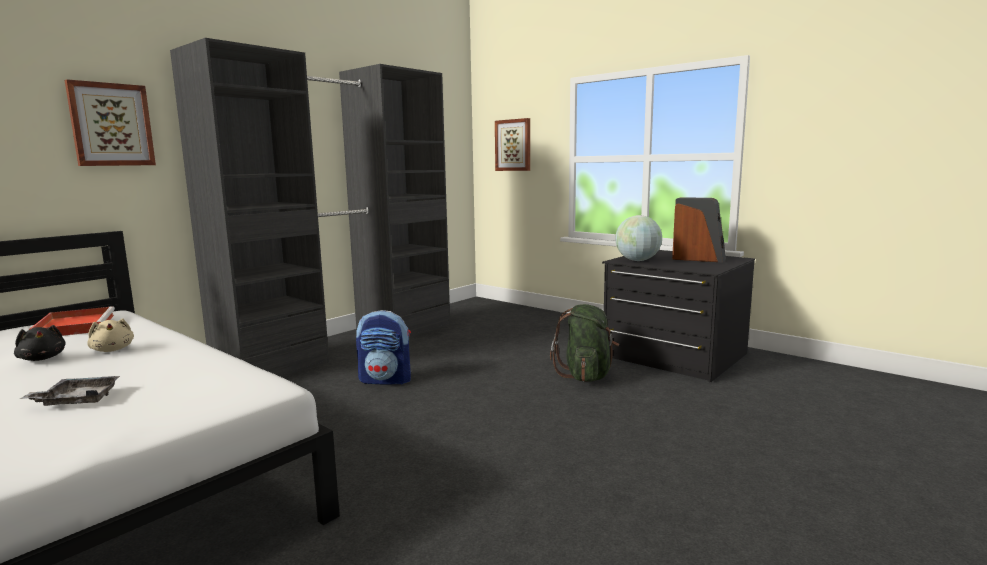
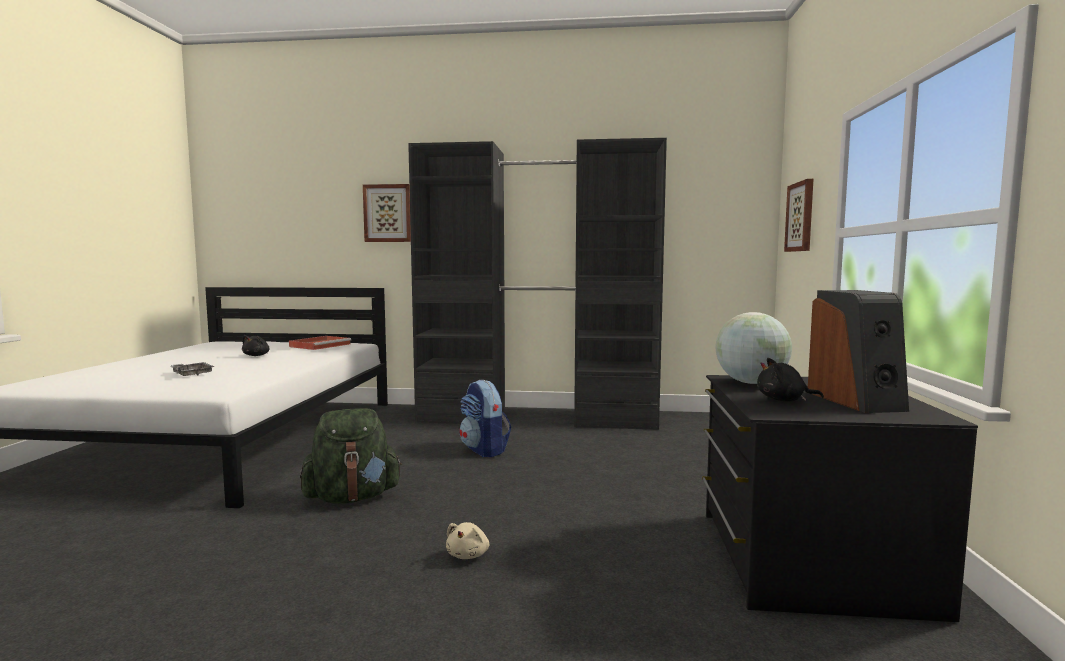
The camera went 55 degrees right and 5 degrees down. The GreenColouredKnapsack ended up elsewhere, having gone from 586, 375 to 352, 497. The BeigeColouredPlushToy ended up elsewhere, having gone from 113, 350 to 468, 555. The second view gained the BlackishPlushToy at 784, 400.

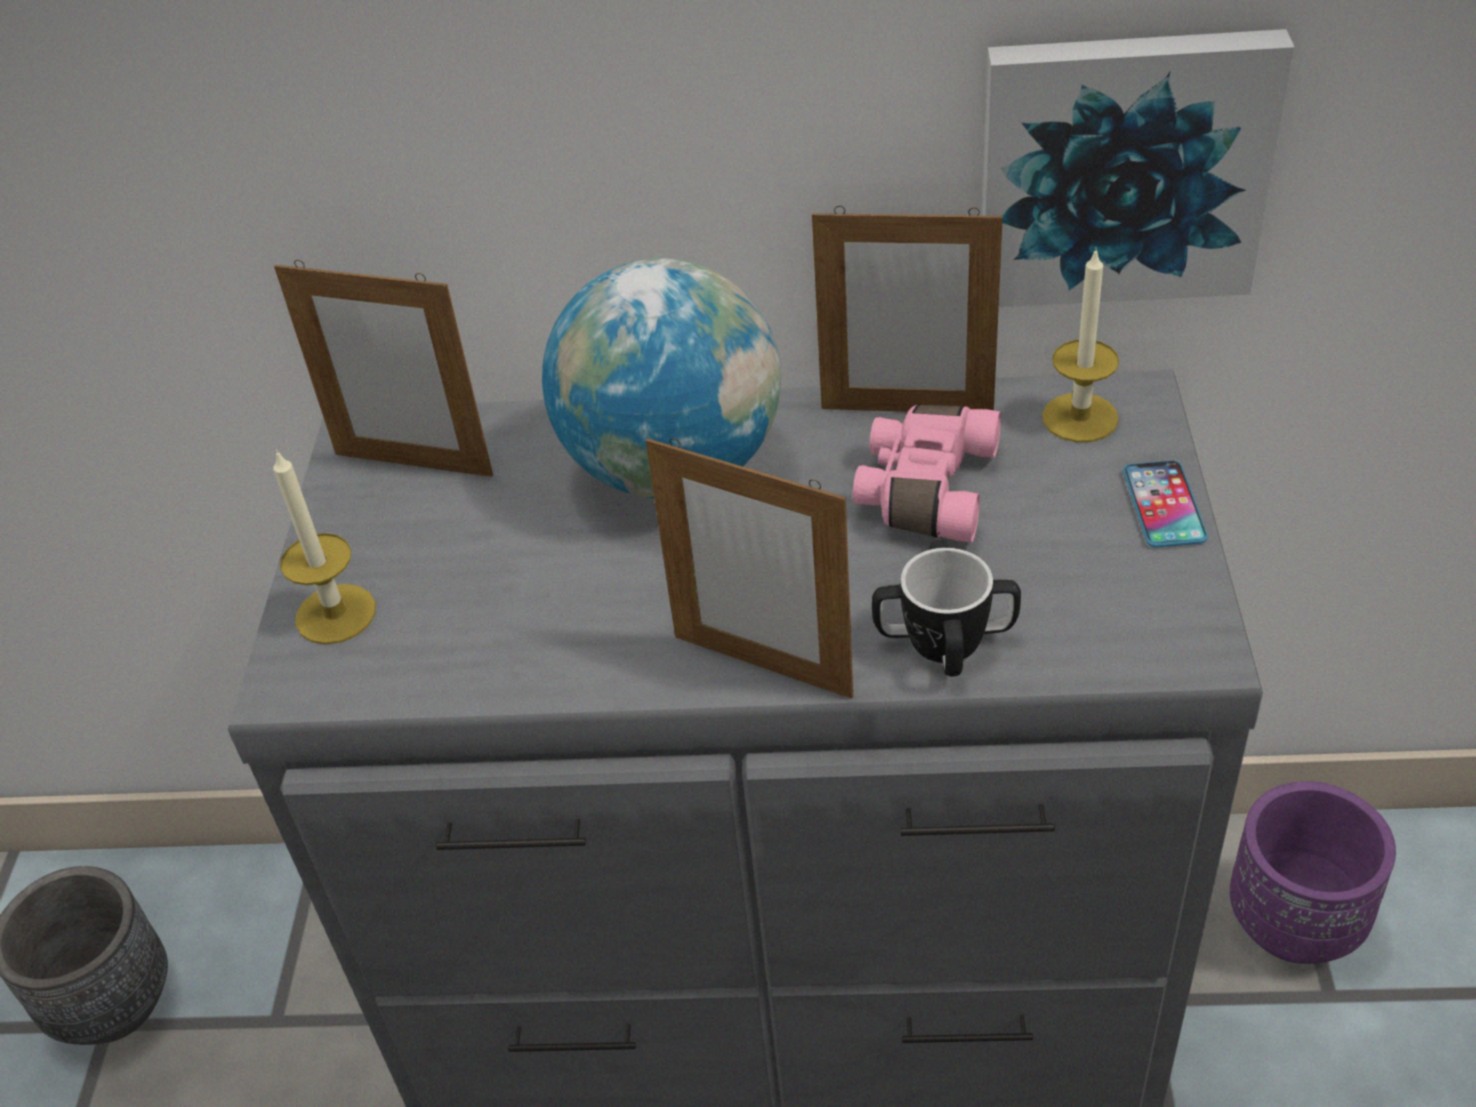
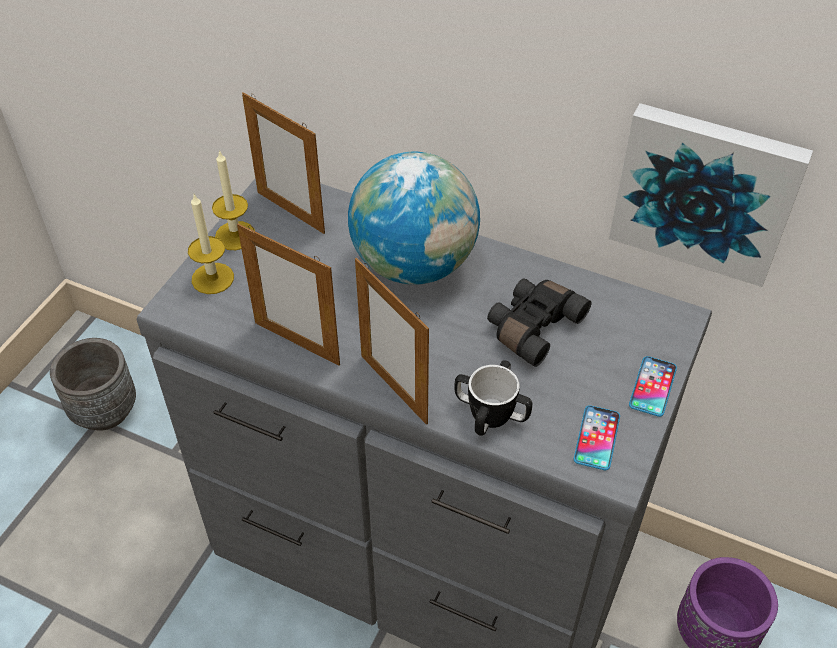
The camera went 20 degrees right and 5 degrees up. The StandingFrame ended up elsewhere, having gone from 907, 410 to 297, 343. The WaxLight ended up elsewhere, having gone from 1080, 418 to 235, 235. What was the PinkishPairOfBinoculars at 923, 489 turned into the BlackishPairOfBinoculars at 532, 326. The second view gained the Telephone at 596, 438.

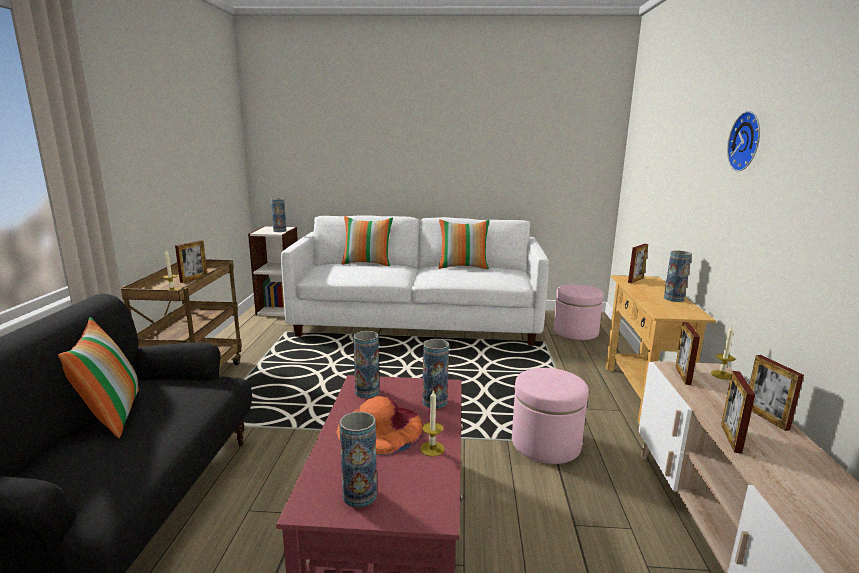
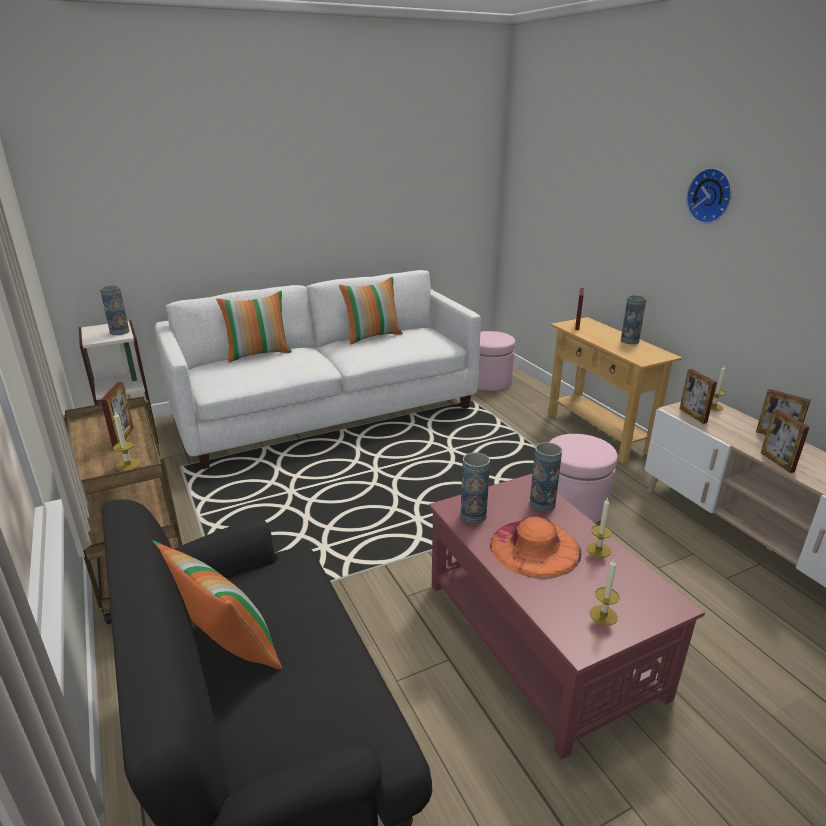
The camera went 30 degrees left and 10 degrees up. Where the DecorativeVase stood at 360, 495, the WaxLight came to stand at 603, 615.

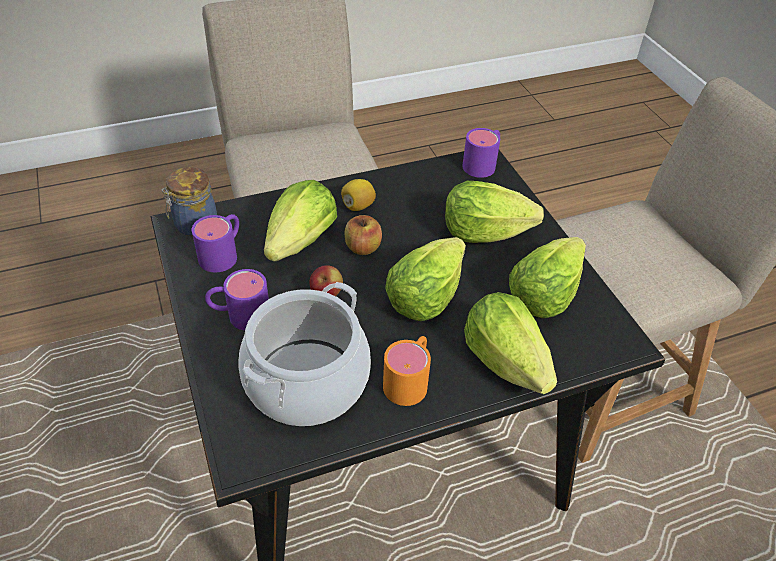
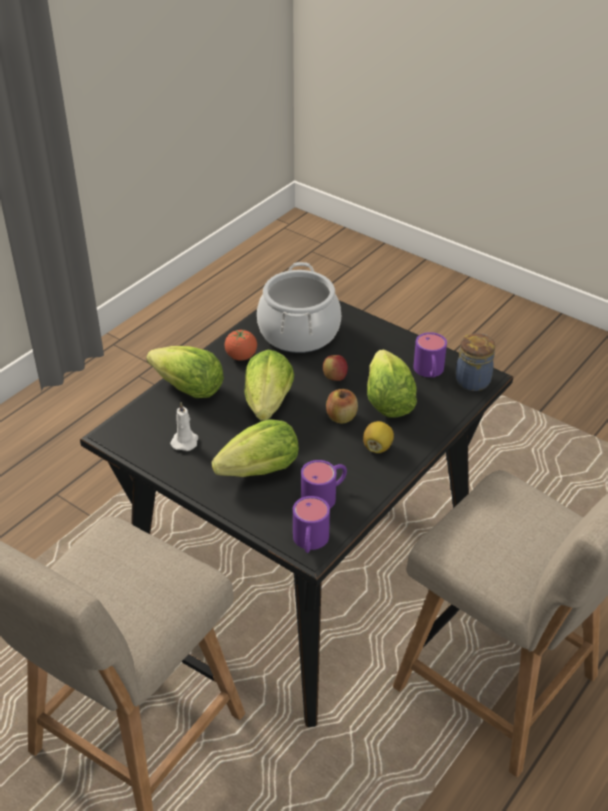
The camera went 150 degrees right and 5 degrees down. Where the Lettuce stood at 543, 295, the WhitishWaxLight came to stand at 185, 441. The PurpleTeaMug ended up elsewhere, having gone from 239, 315 to 325, 495. Where the OrangeTeaMug stood at 409, 379, the FreshTomato came to stand at 241, 356.

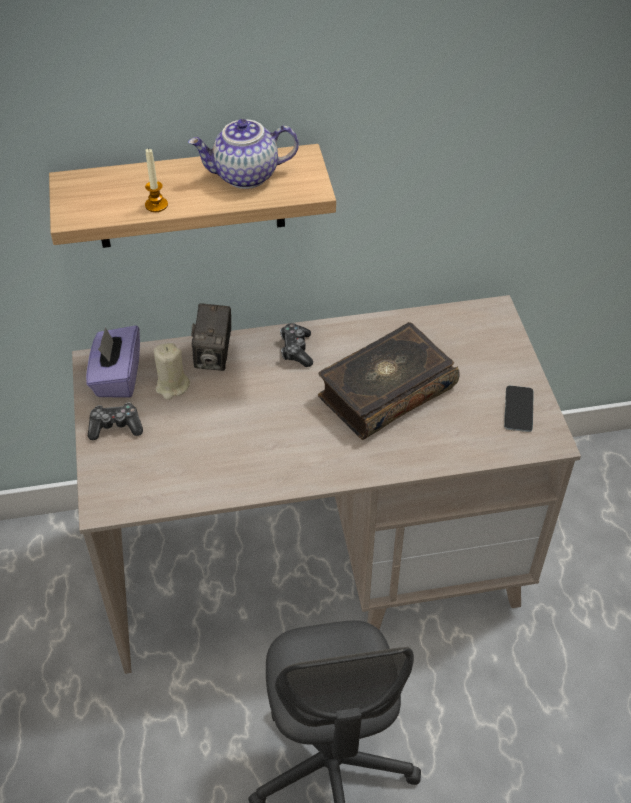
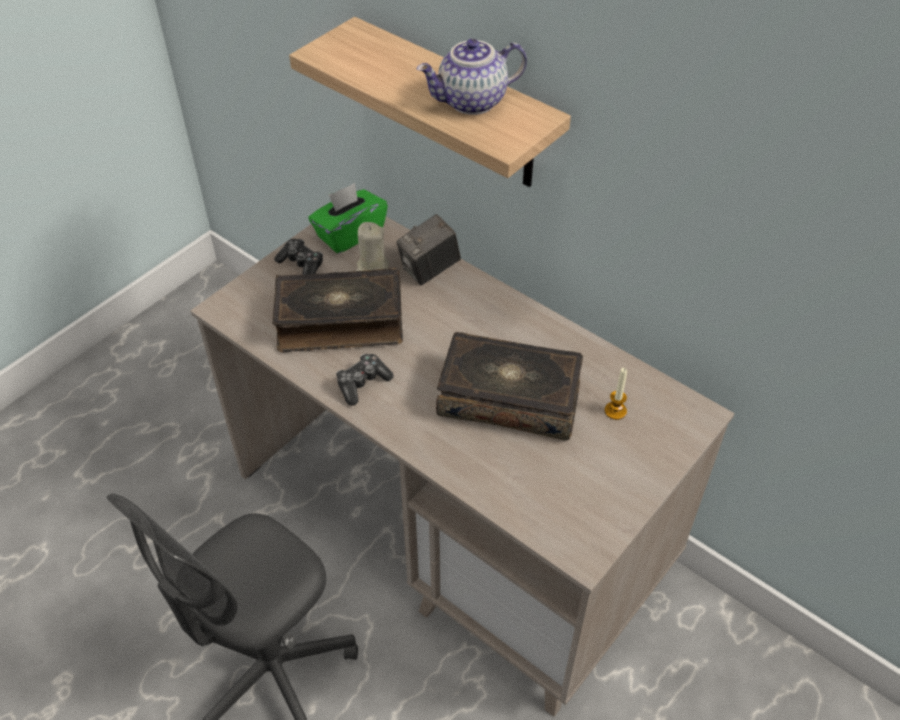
The camera went 50 degrees right and 0 degrees up. The PotForTea at 245, 176 ended up facing another way, 60 degrees counterclockwise from before. The WaxLight ended up elsewhere, having gone from 156, 205 to 615, 411. The Gamepad ended up elsewhere, having gone from 296, 350 to 362, 383. What was the PurpleTissueHolder at 117, 377 turned into the GreenColouredTissueHolder at 349, 234. The second view lost the Telephone at 518, 409. The second view gained the Book at 340, 321.

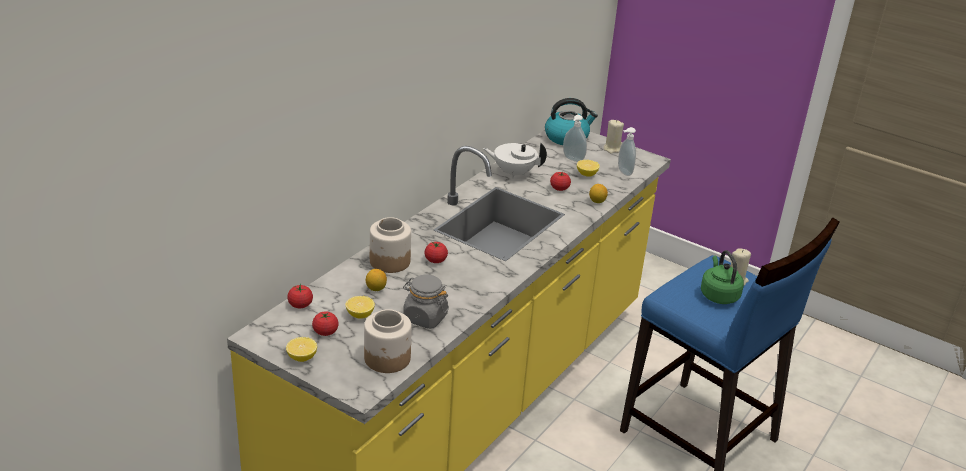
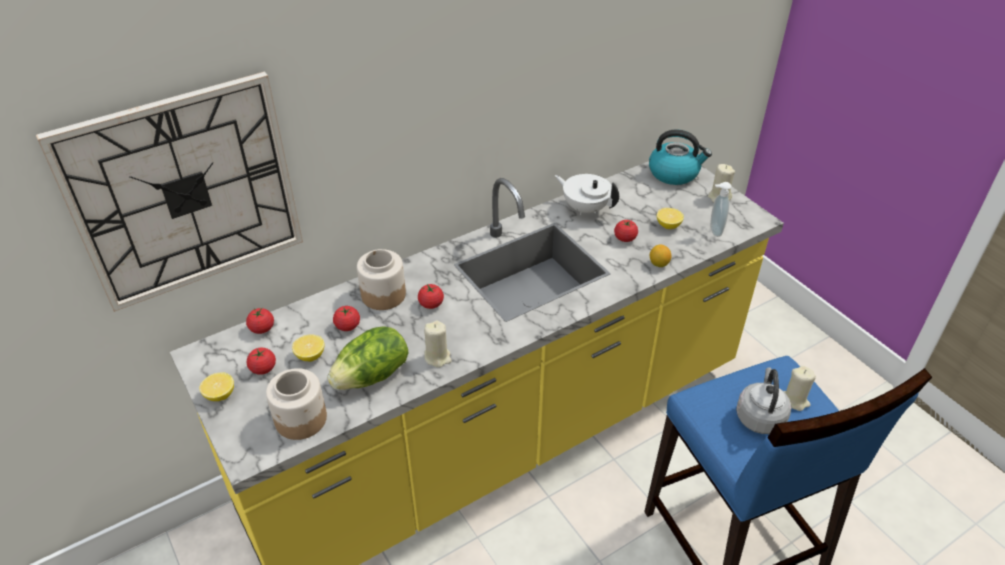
The camera went 25 degrees right and 10 degrees up. The second view lost the SoapBottle at 572, 159. What was the GreenColouredWaterKettle at 718, 295 turned into the GreyWaterKettle at 760, 416. Where the CitrusFruit stood at 376, 288, the FreshTomato came to stand at 347, 326. Where the GreyJar stood at 425, 317, the Lettuce came to stand at 373, 376. The second view gained the ClockOnTheWall at 185, 193. The second view gained the BeigeColouredWaxLight at 437, 357.

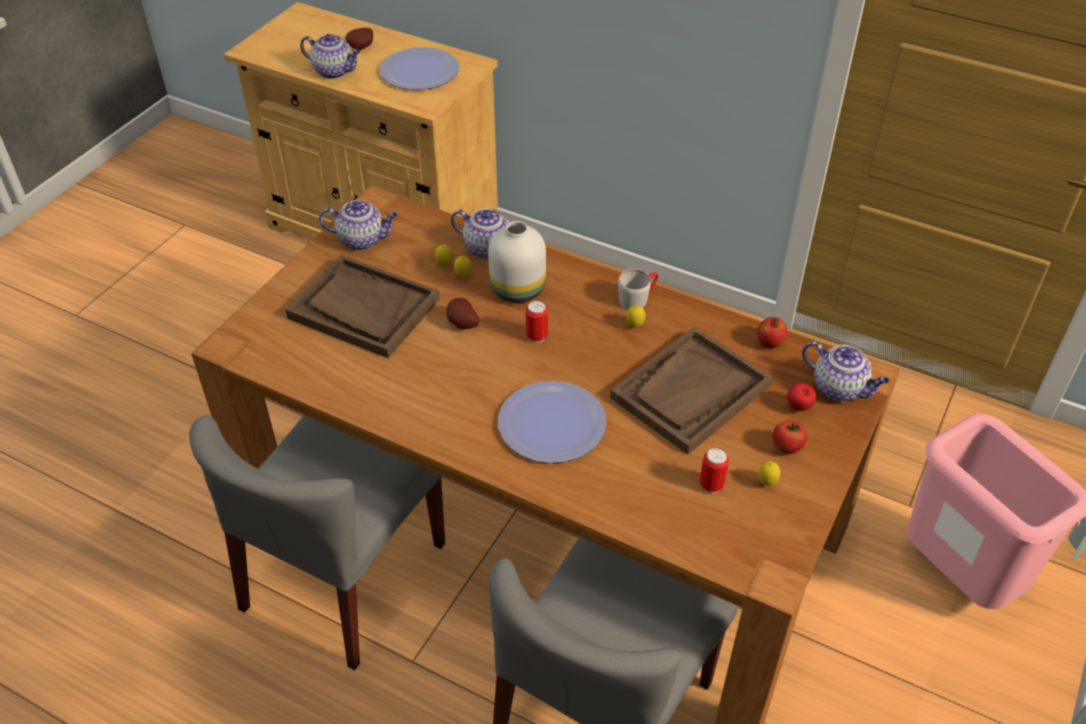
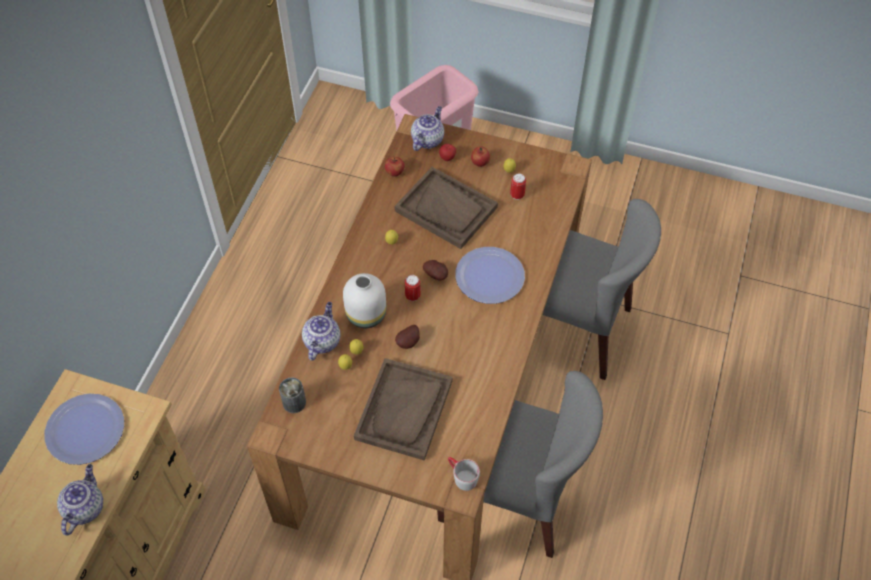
The camera went 100 degrees left and 10 degrees up. The WholePotato ended up elsewhere, having gone from 362, 48 to 436, 275. The second view lost the PotForTea at 362, 240. The GreyTeaMug ended up elsewhere, having gone from 638, 298 to 461, 477. The second view gained the Can at 294, 402.

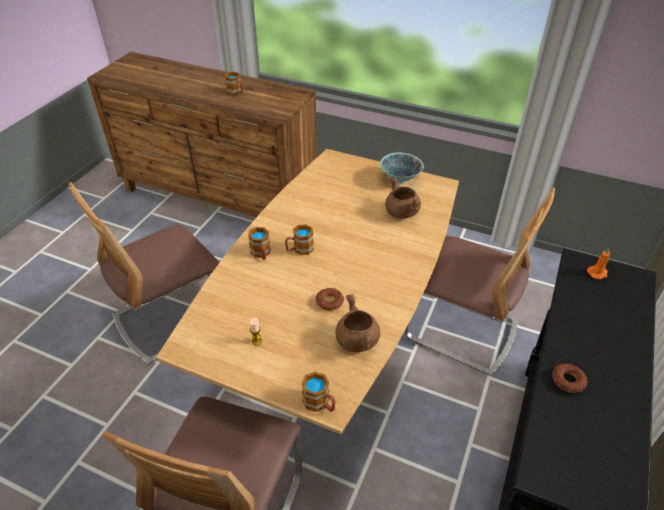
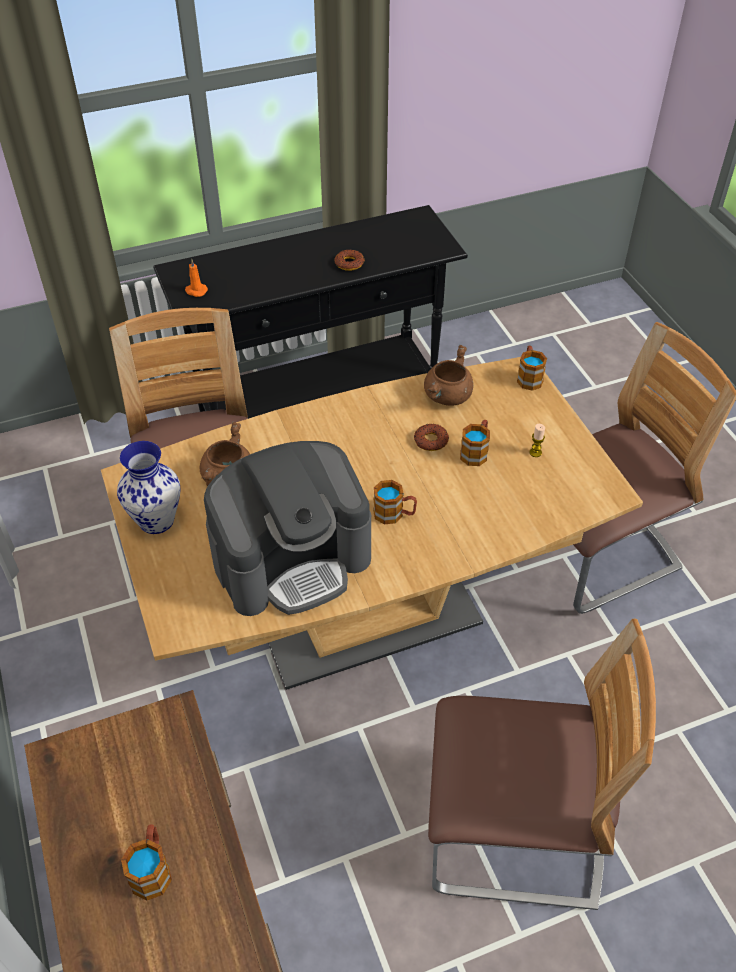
The camera went 135 degrees left and 5 degrees up. Where the Bowl stood at 400, 179, the DecorativeVase came to stand at 156, 521. The TeaMug ended up elsewhere, having gone from 261, 254 to 476, 452. The second view gained the CoffeeBrewer at 292, 559.

